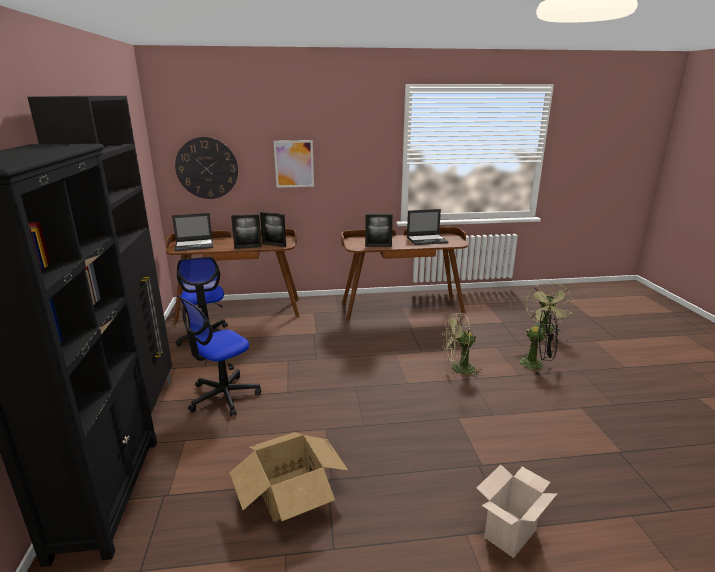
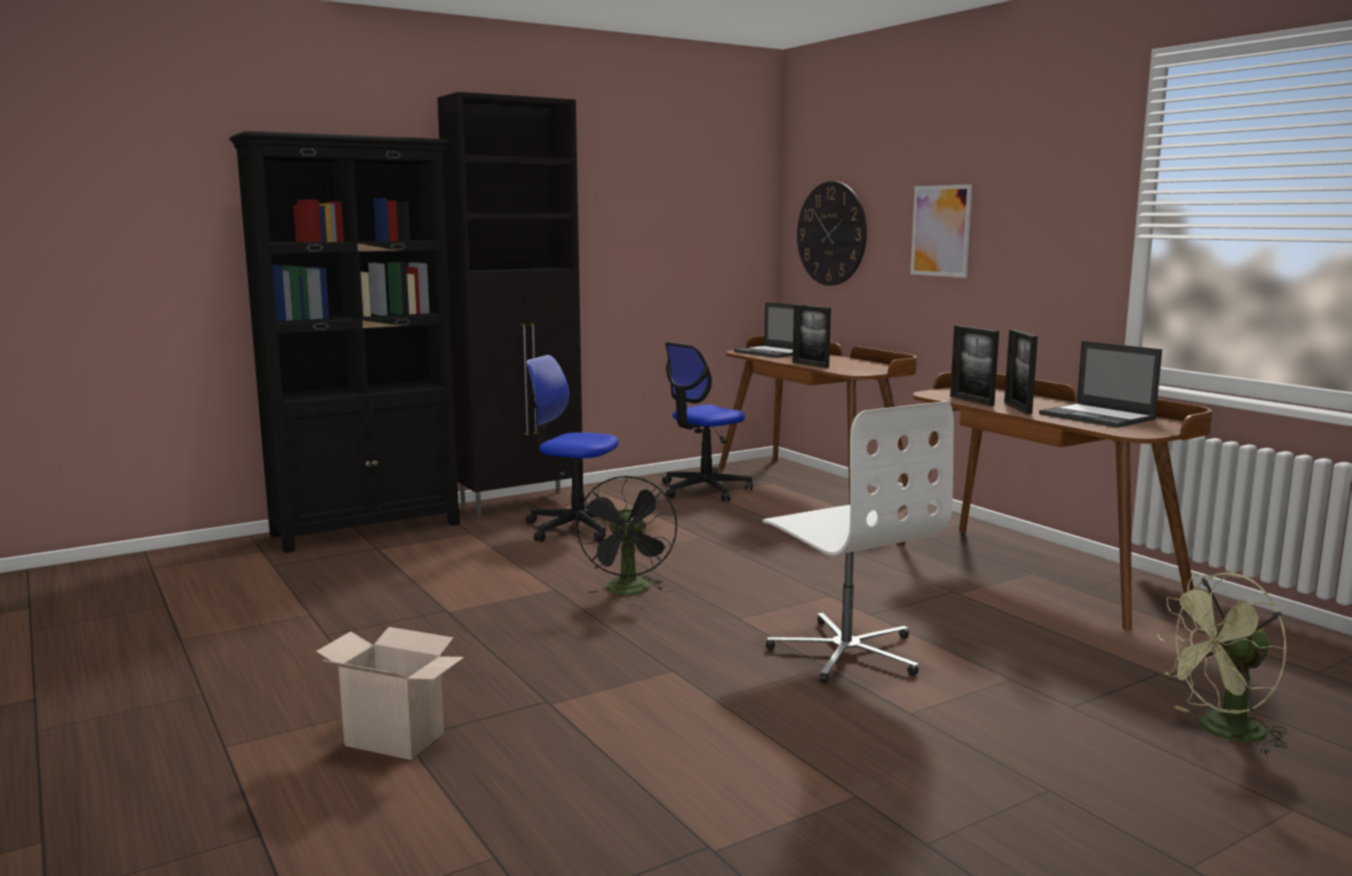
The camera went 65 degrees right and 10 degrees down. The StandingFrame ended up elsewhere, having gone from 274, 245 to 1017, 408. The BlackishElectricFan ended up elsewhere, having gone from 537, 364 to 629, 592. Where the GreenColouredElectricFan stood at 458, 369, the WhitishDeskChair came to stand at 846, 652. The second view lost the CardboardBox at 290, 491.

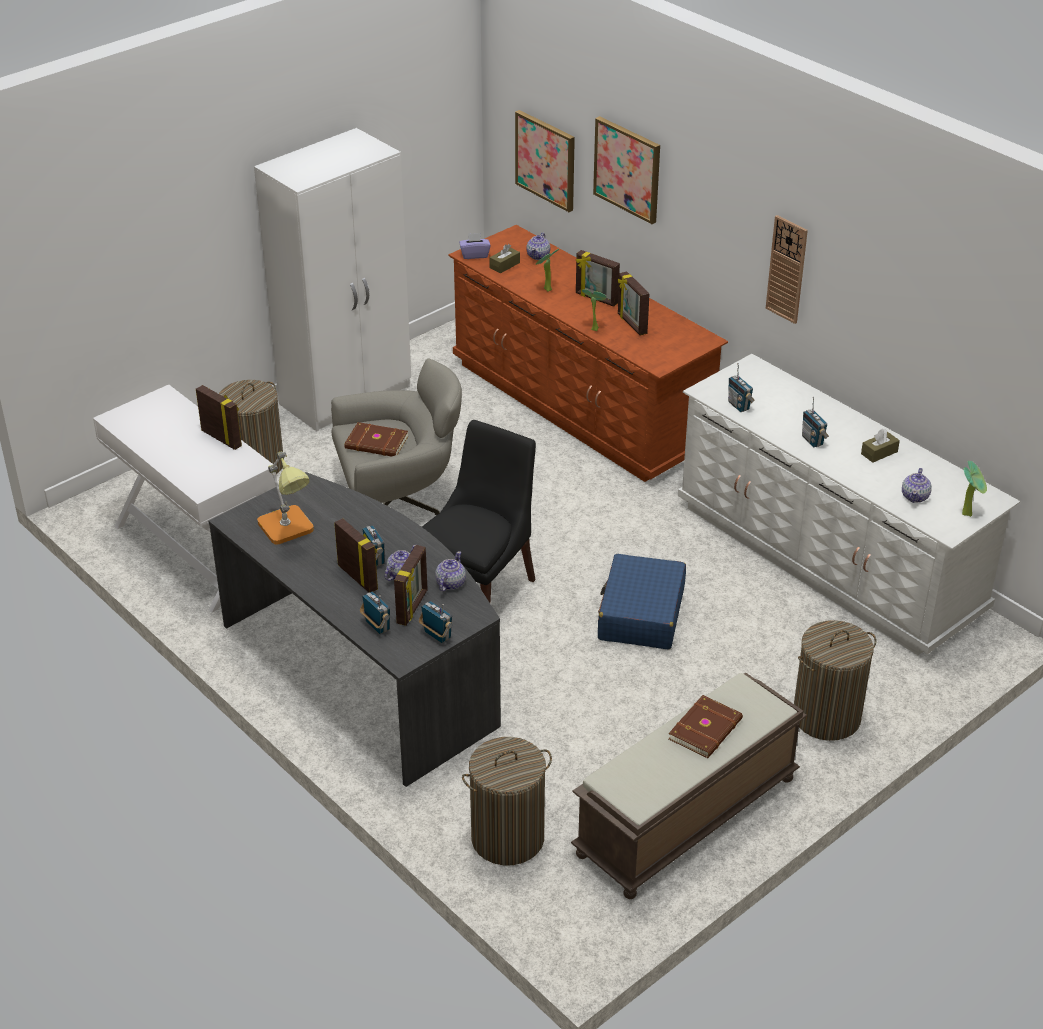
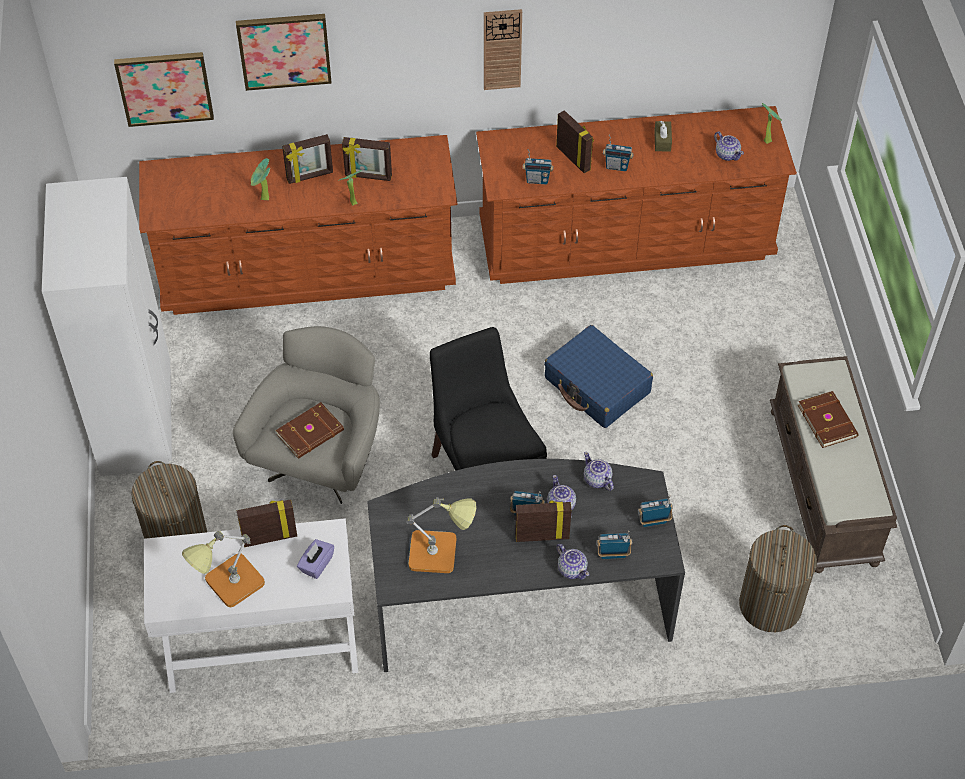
The camera went 55 degrees left and 15 degrees up. The PotForTea ended up elsewhere, having gone from 538, 256 to 572, 569. The PurpleTissueHolder ended up elsewhere, having gone from 474, 255 to 316, 564. The second view lost the BrownColouredTissueHolder at 504, 265. What was the WhitishChestOfDrawers at 827, 558 turned into the BrownColouredChestOfDrawers at 626, 240. The StandingFrame ended up elsewhere, having gone from 413, 607 to 574, 158. The second view lost the LaundryBasket at 826, 717. The second view gained the TabletopLamp at 228, 586.

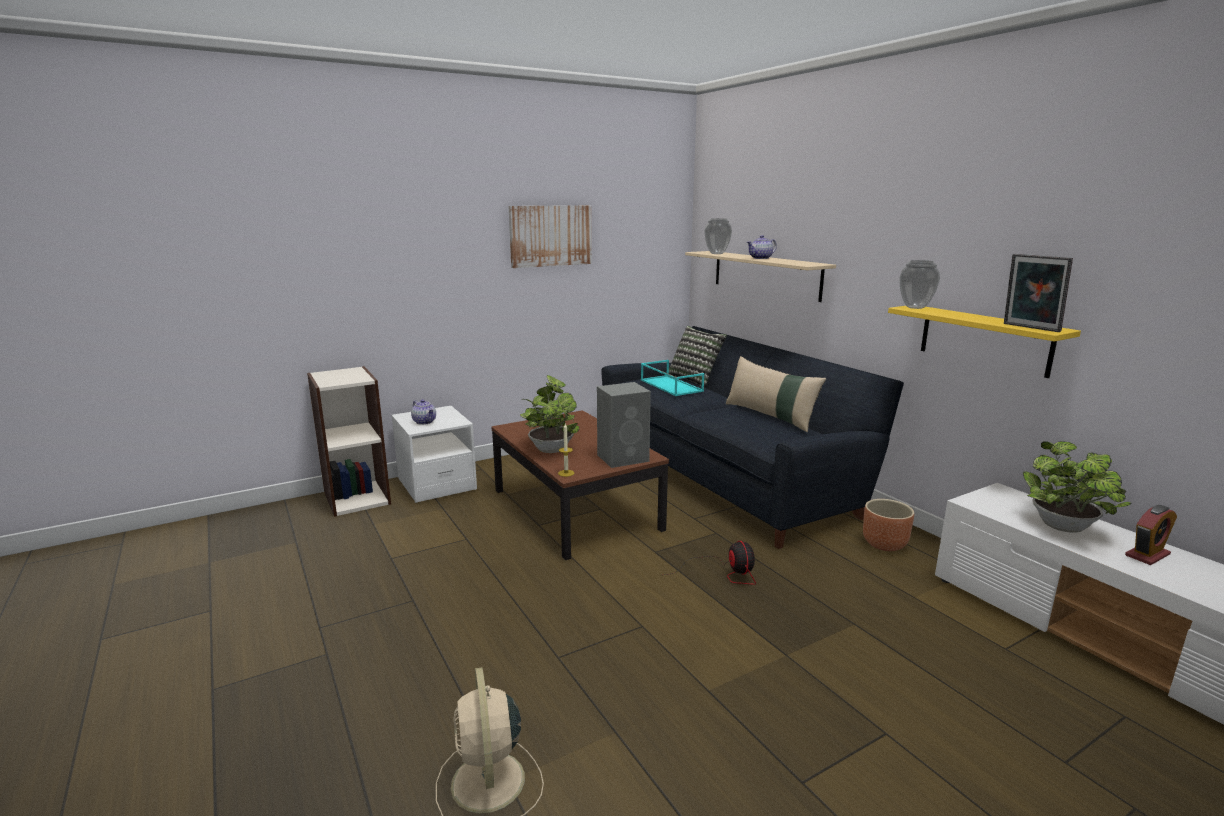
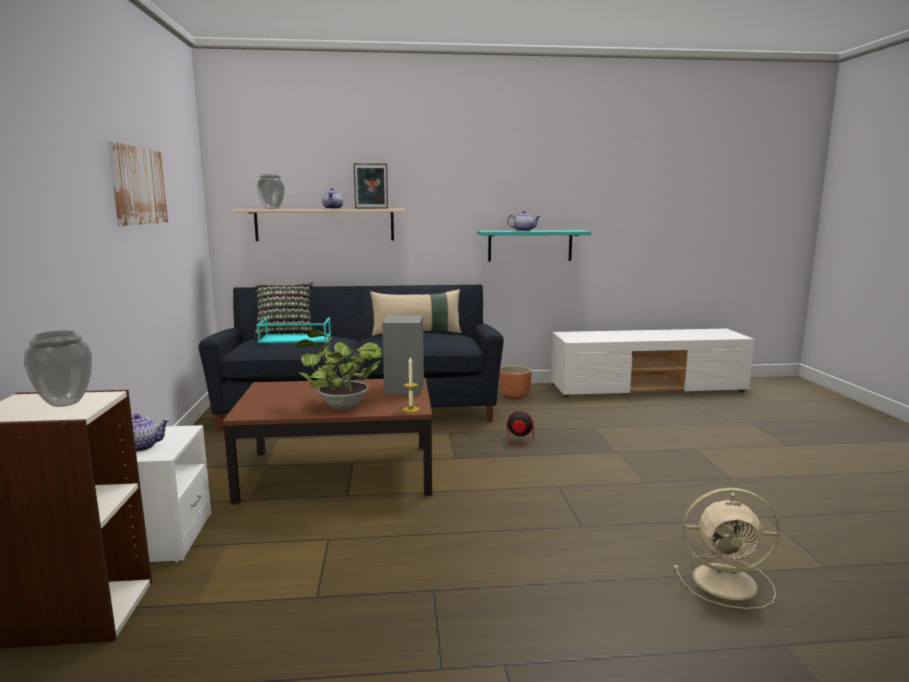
The camera went 65 degrees left and 5 degrees down. The StandingFrame ended up elsewhere, having gone from 1029, 328 to 371, 208. The DecorativeVase ended up elsewhere, having gone from 914, 307 to 64, 403. What was the YellowColouredBracketShelf at 984, 339 turned into the TurquoiseBracketShelf at 530, 245. The second view lost the PlantInAPot at 1065, 529. The second view lost the AlarmClock at 1147, 555. The second view gained the PotForTea at 523, 230.

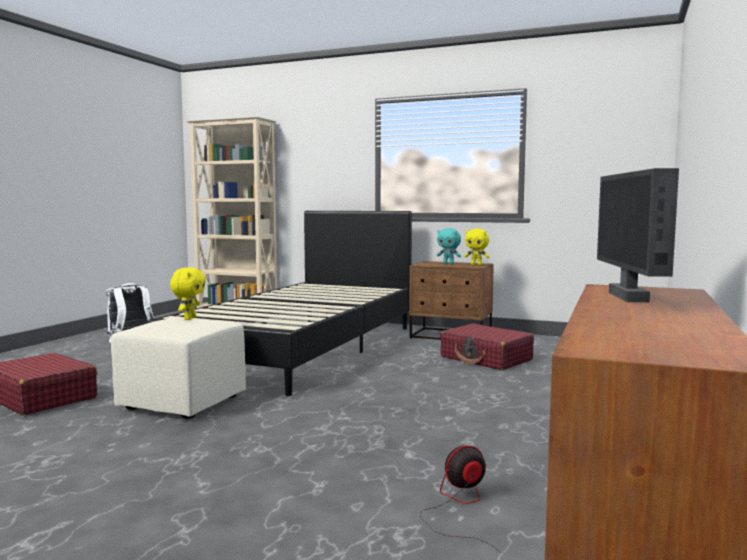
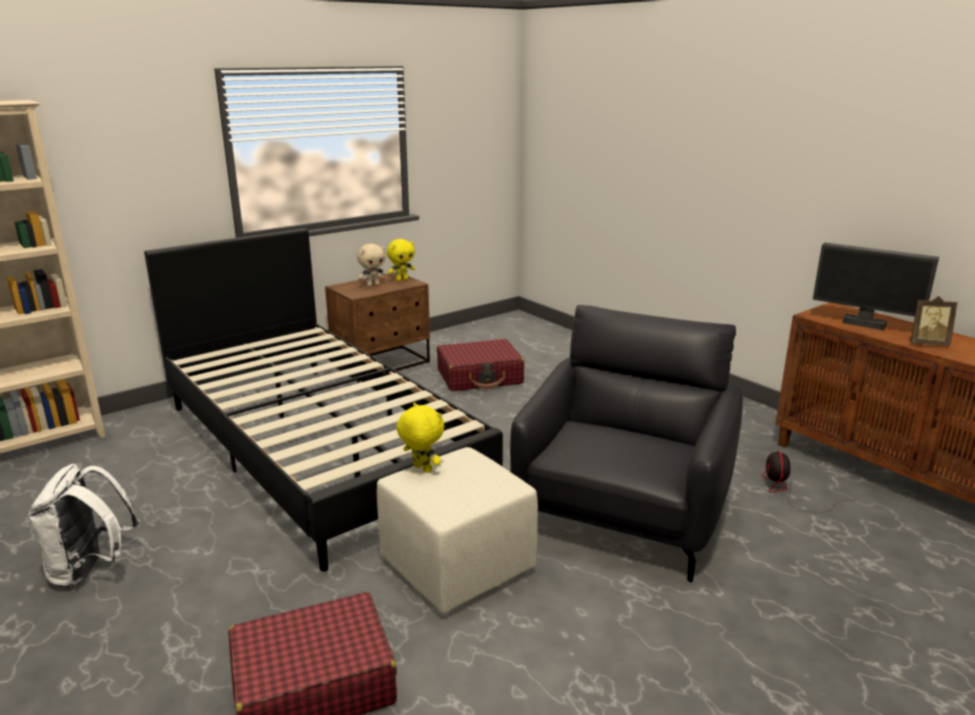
The camera went 60 degrees left and 15 degrees up. What was the TurquoisePlushToy at 448, 264 turned into the BeigeColouredPlushToy at 373, 285. The second view gained the StandingFrame at 927, 344. The second view gained the BlackishEasyChair at 622, 513.

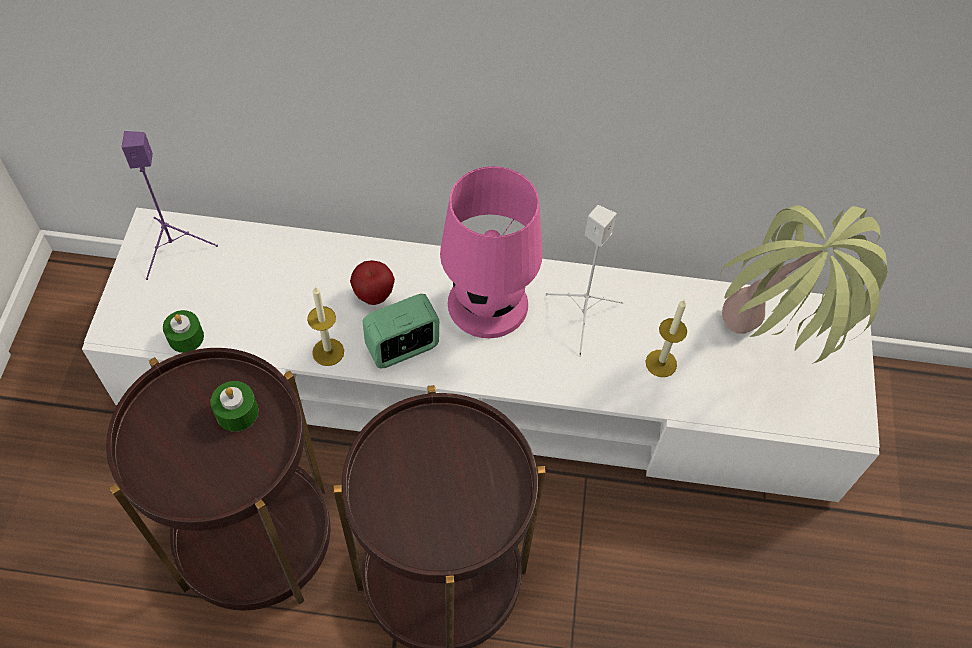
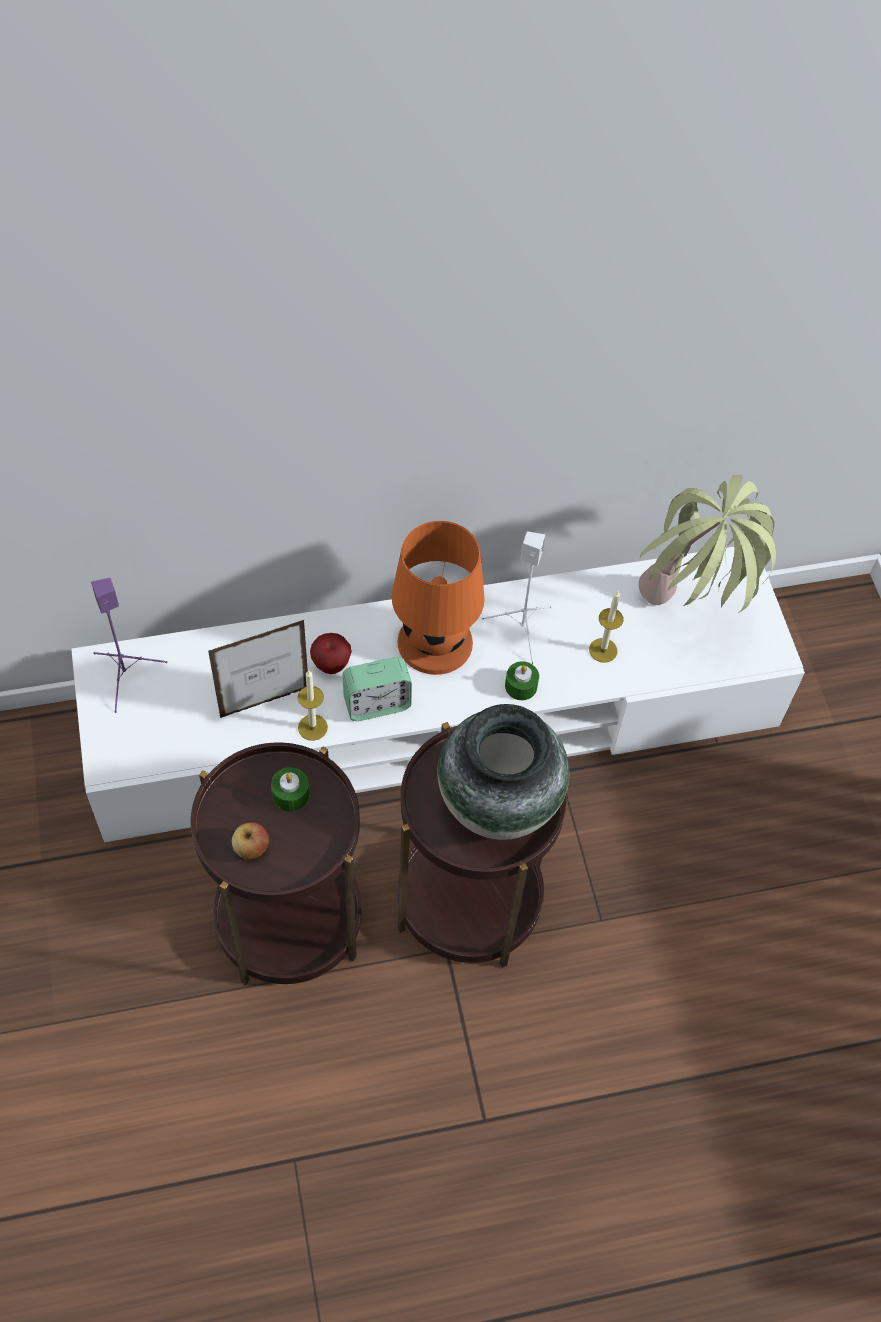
The camera went 20 degrees left and 0 degrees up. What was the PinkishTabletopLamp at 487, 302 turned into the OrangeTabletopLamp at 434, 641. The AlarmClock at 402, 347 ended up facing another way, 150 degrees counterclockwise from before. The GreenColouredWaxLight ended up elsewhere, having gone from 186, 337 to 521, 686. The second view gained the StandingFrame at 265, 702. The second view gained the DecorativeVase at 498, 803. The second view gained the WholeApple at 251, 848.

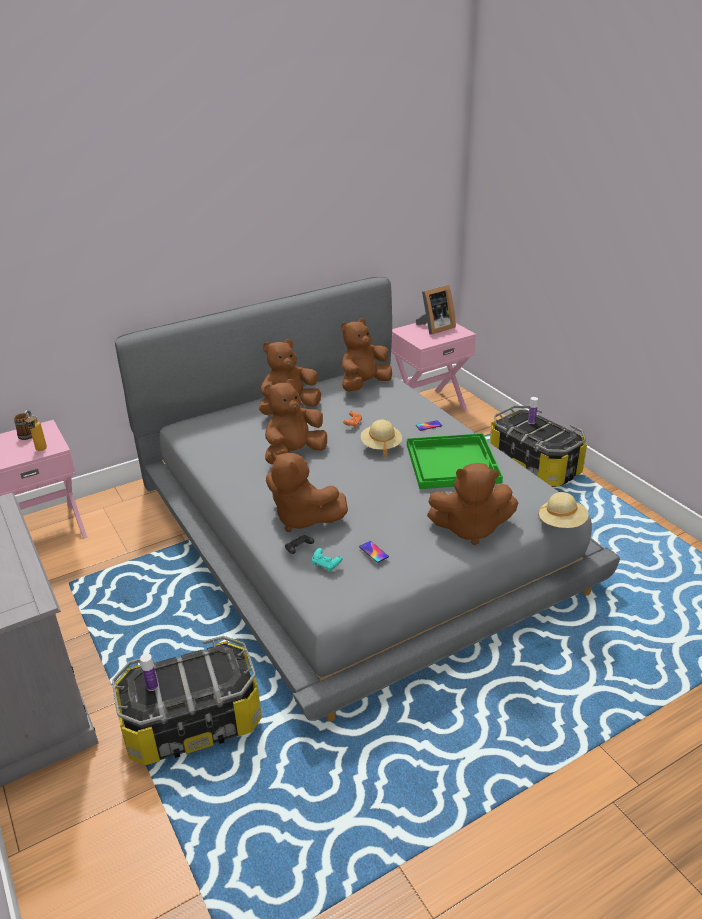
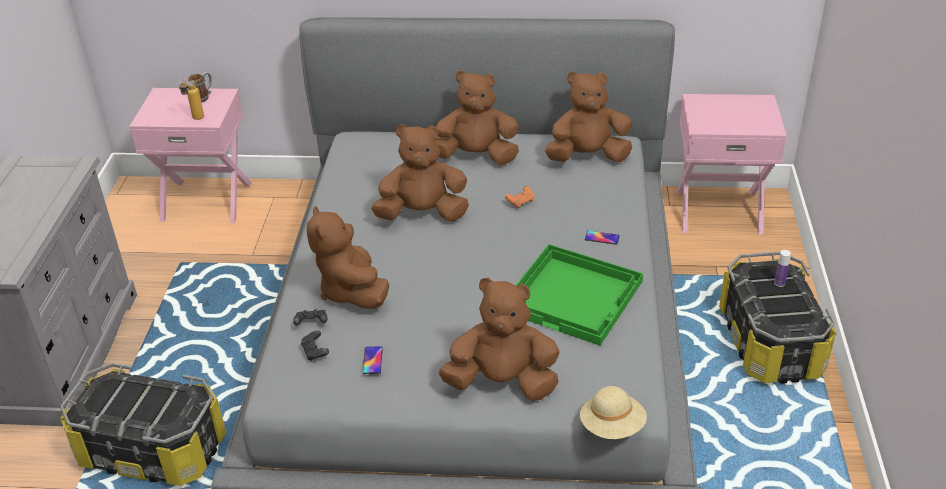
The camera went 35 degrees right and 5 degrees up. The second view lost the StandingFrame at 434, 328. The second view lost the BeigeColouredClothingHat at 381, 446. The BrownColouredPlushToy at 470, 528 ended up facing another way, 150 degrees clockwise from before. What was the TurquoiseGamepad at 326, 565 turned into the BlackishGamepad at 315, 352. The second view lost the Bottle at 152, 686.

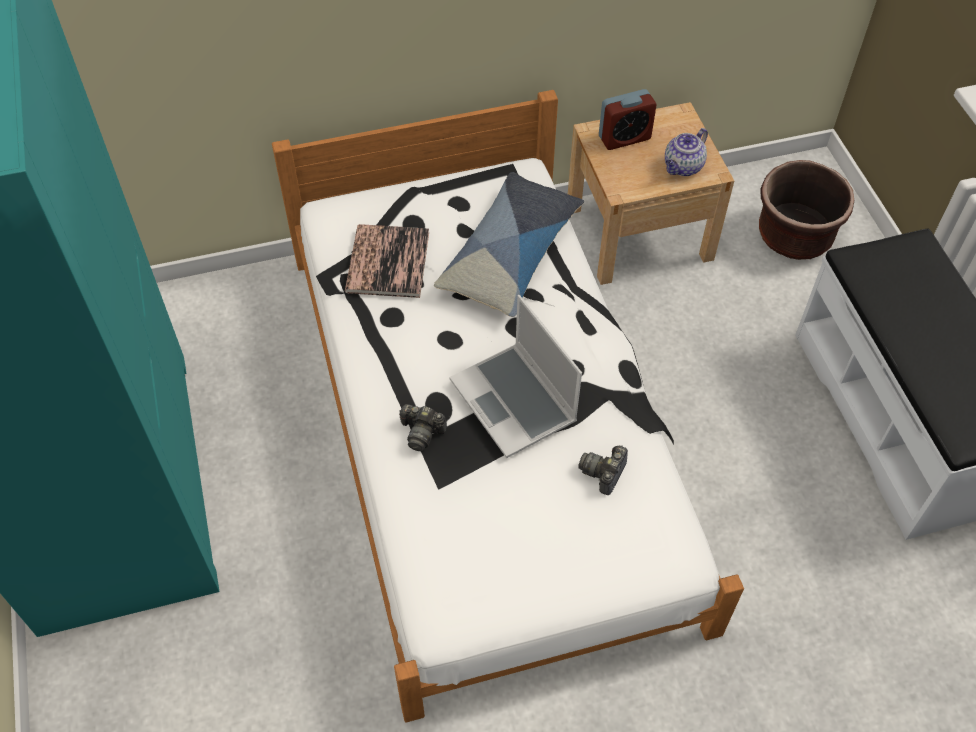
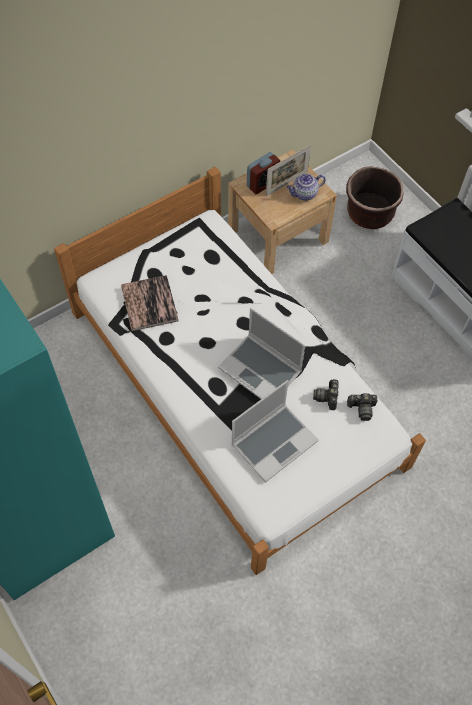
The camera went 20 degrees left and 5 degrees up. The PotForTea at 683, 167 ended up facing another way, 45 degrees clockwise from before. The second view lost the Pillow at 511, 255. The StillCamera ended up elsewhere, having gone from 421, 432 to 362, 408. The second view gained the StandingFrame at 286, 184. The second view gained the PortableComputer at 274, 441.

